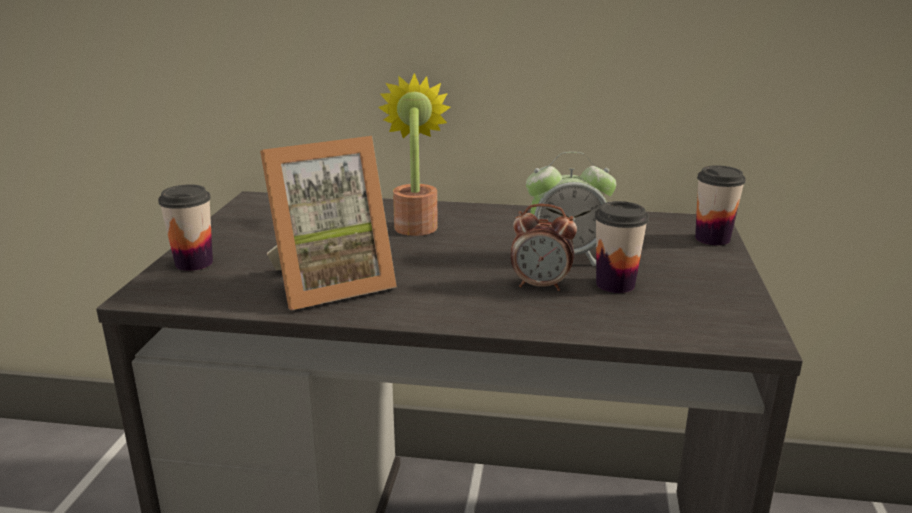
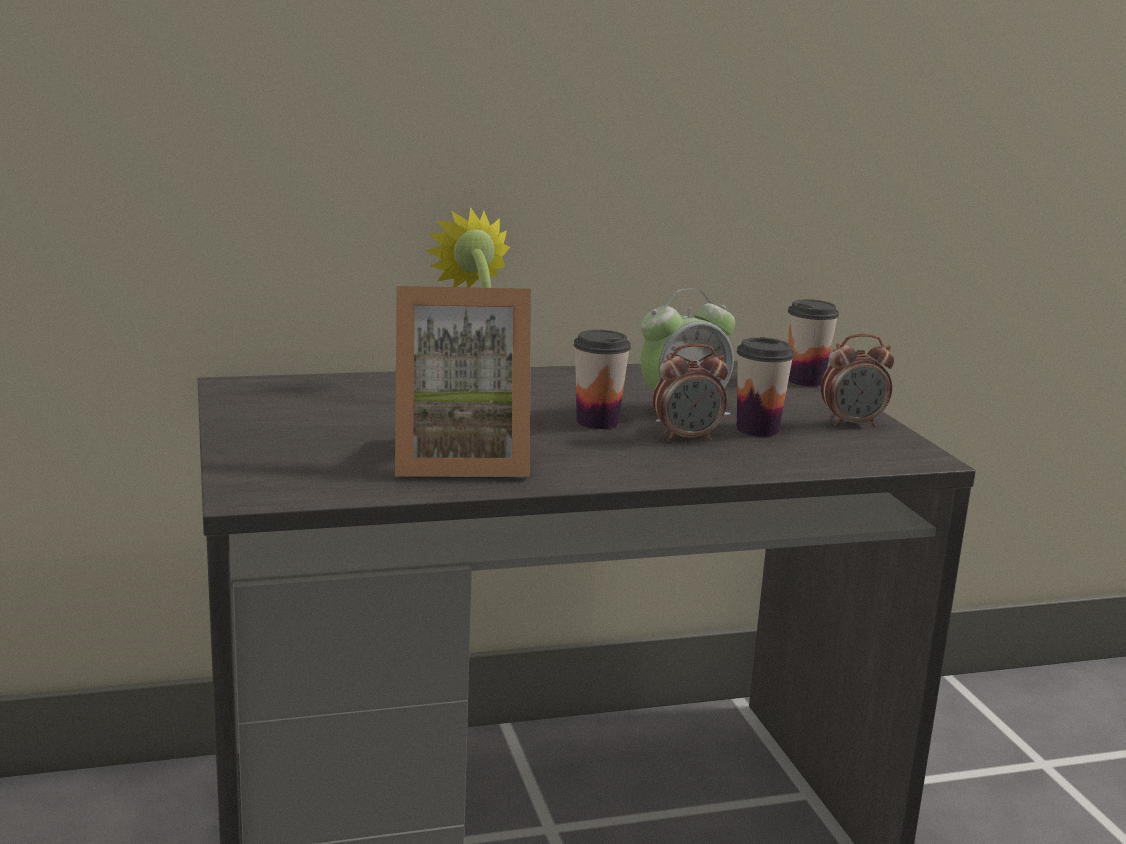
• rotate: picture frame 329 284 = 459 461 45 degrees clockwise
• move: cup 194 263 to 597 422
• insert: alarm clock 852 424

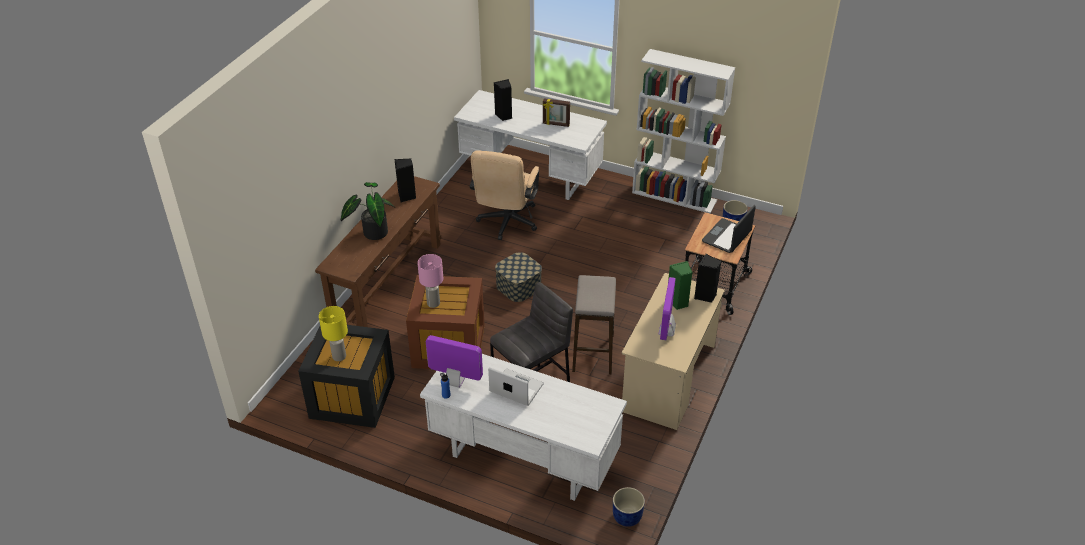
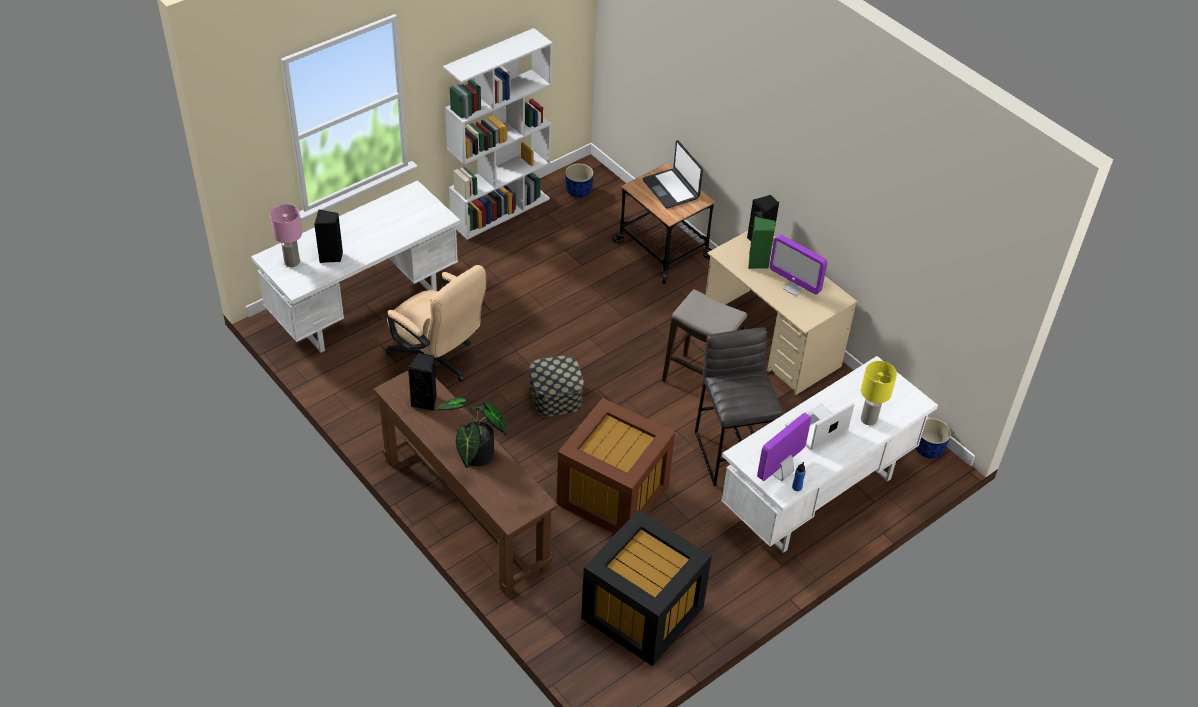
• move: pink table lamp 433 303 to 292 262
• move: yellow table lamp 339 356 to 868 419
• delete: picture frame 556 124

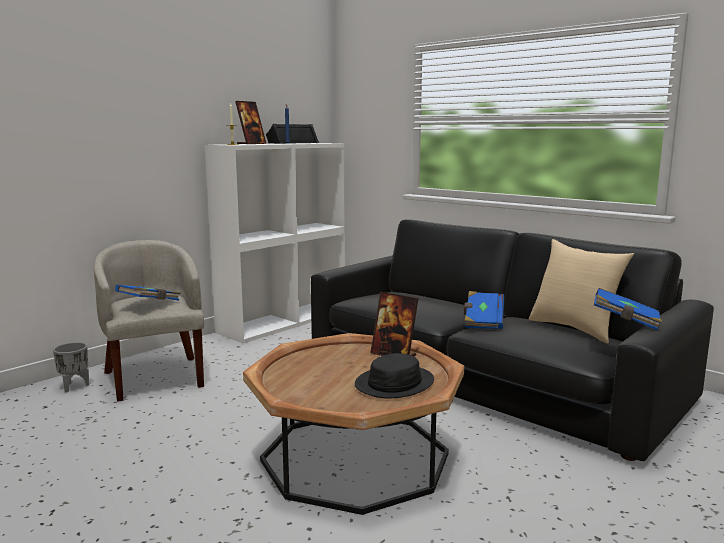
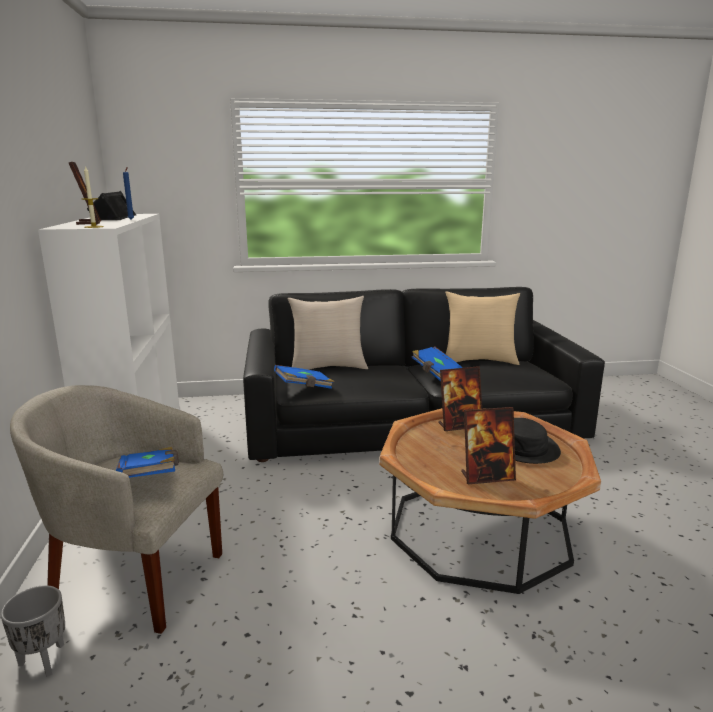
• move: blue book 625 321 to 304 387
• insert: beige pillow 328 367
• insert: picture frame 487 476

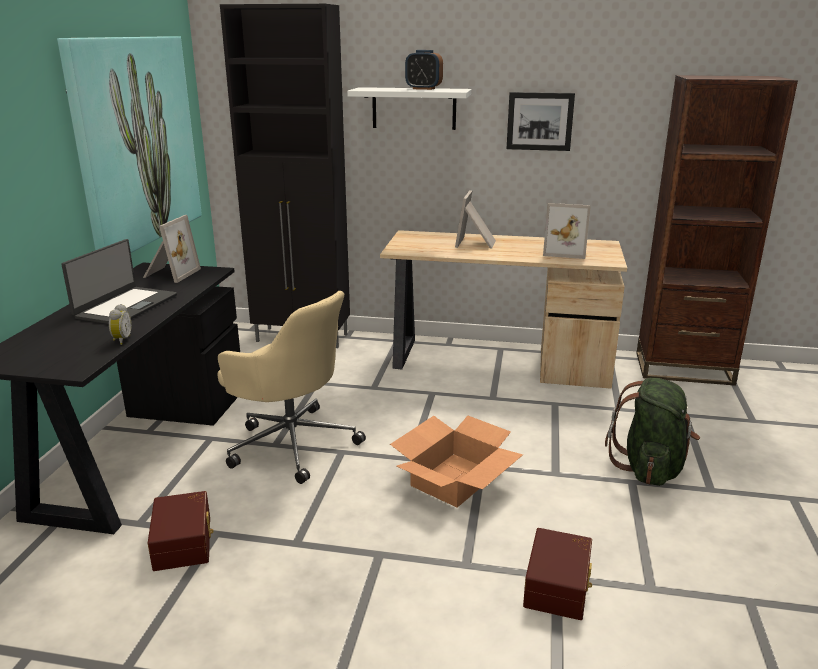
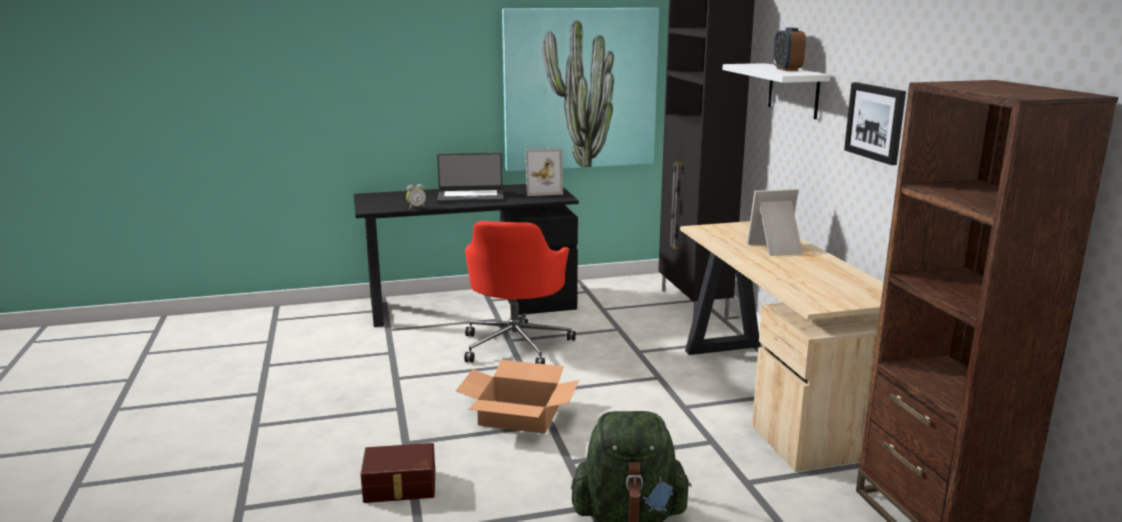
• recolor: beige office chair 292 443 to red office chair 516 345
• delete: brown storage box 184 542
• delete: picture frame 565 252

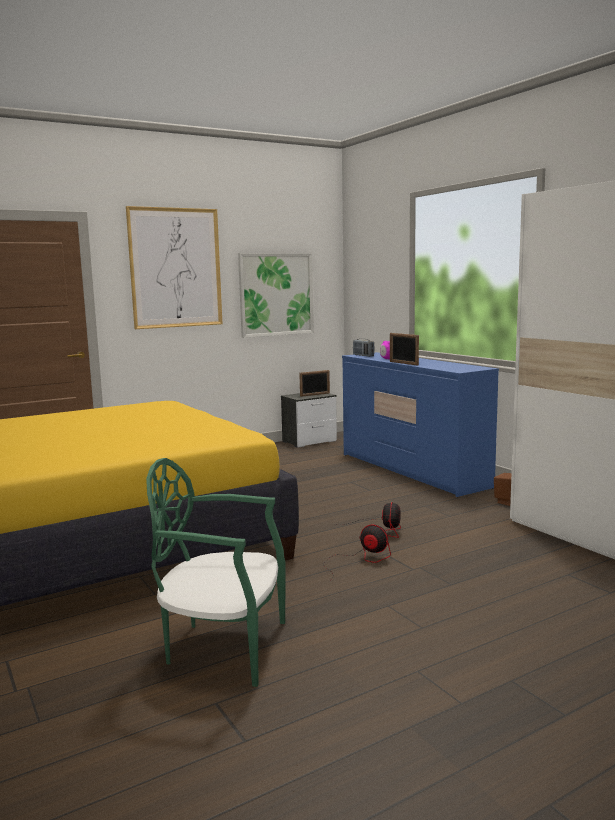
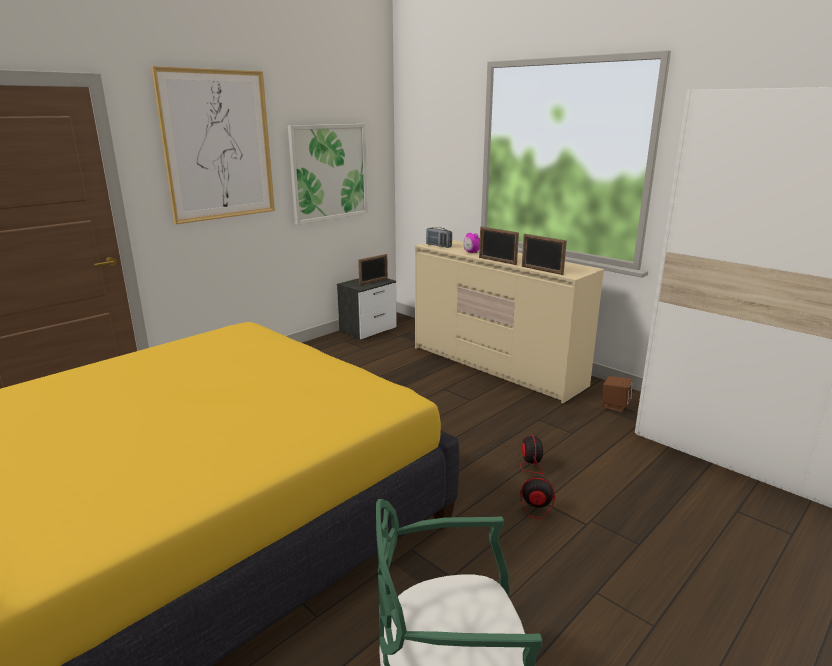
• recolor: blue dresser 412 470 to beige dresser 496 366
• insert: picture frame 541 270

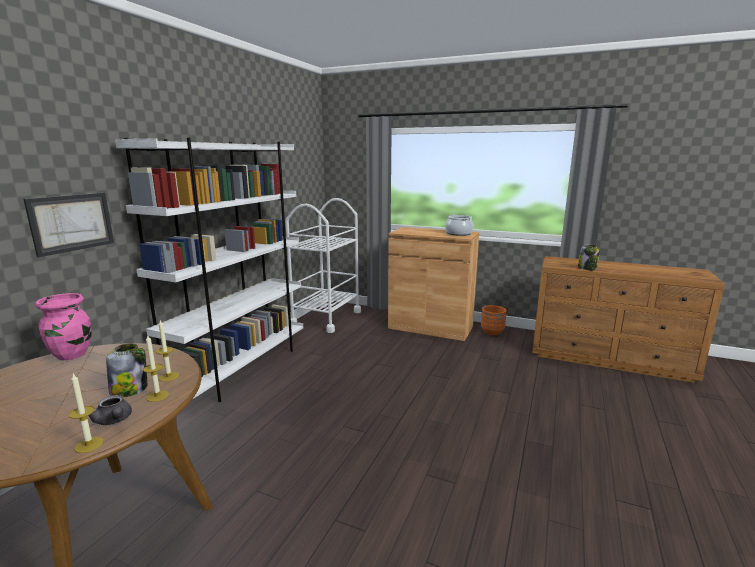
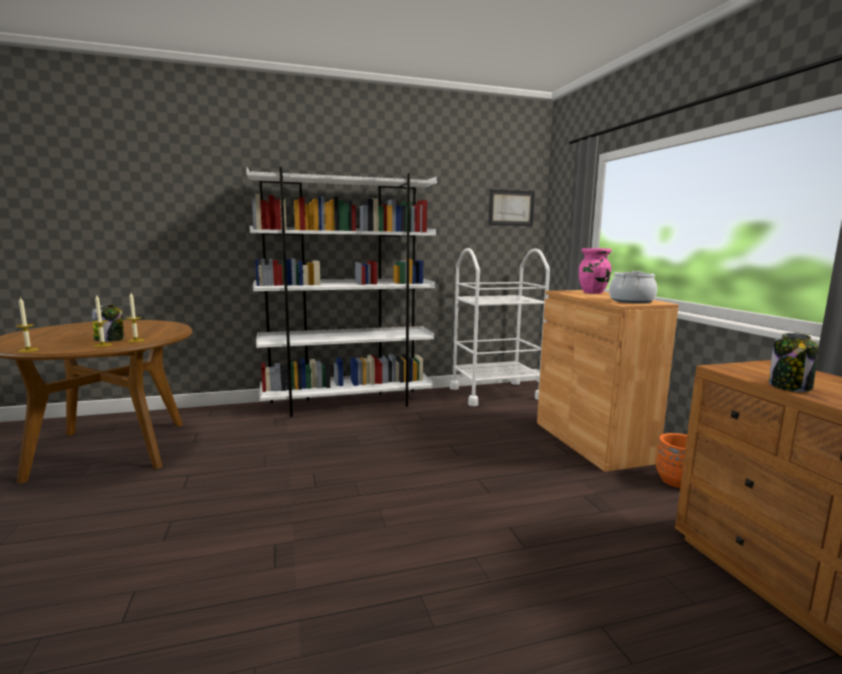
• move: picture 72 222 to 511 208
• move: pink vase 72 355 to 593 292
• delete: grey teapot 114 421

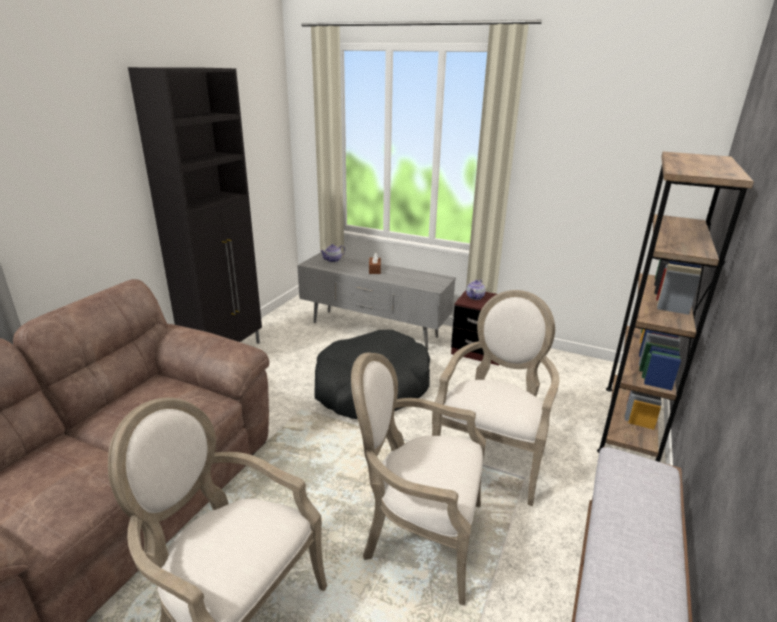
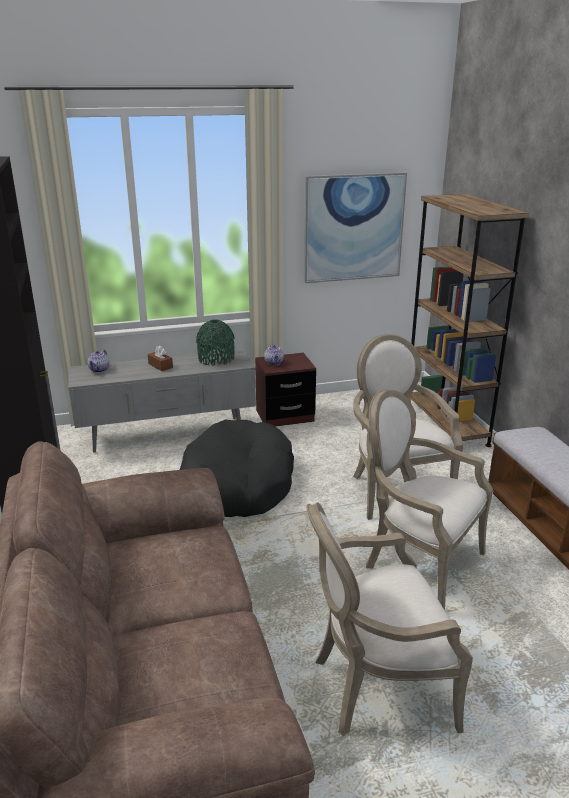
• insert: green vase 216 359
• insert: picture 353 228
• rotate: armchair 418 536 = 418 563 60 degrees clockwise

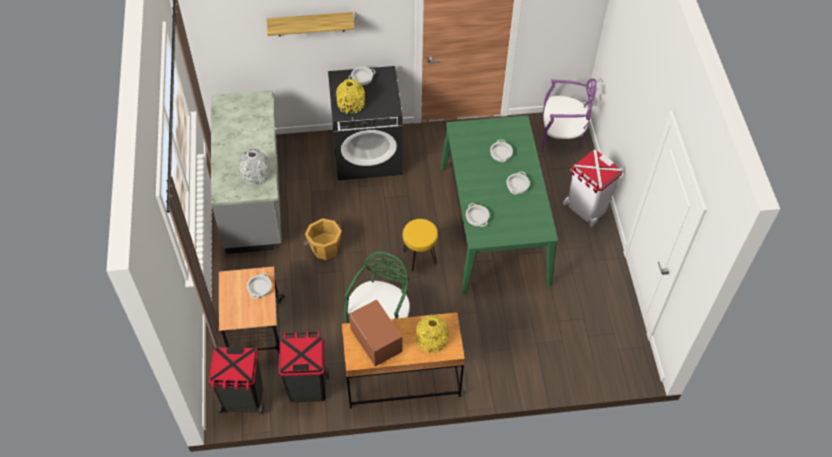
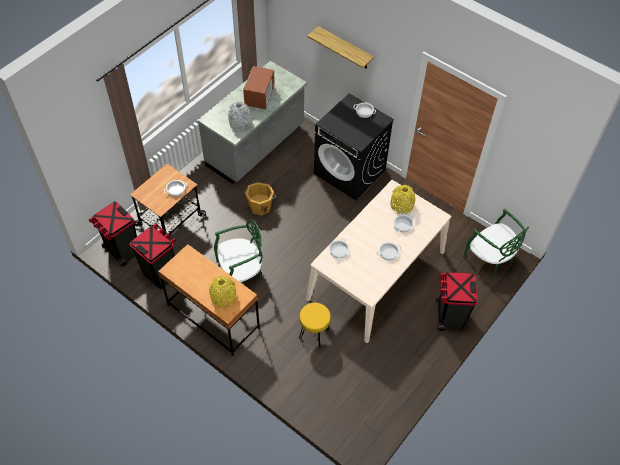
• move: microwave 376 341 to 260 97
• move: yellow stool 419 257 to 314 334
• recolor: green dining table 494 224 to beige dining table 376 275
• move: yellow vase 351 104 to 401 205
• recolor: white trash can 586 209 to black trash can 449 317
• recolor: purple chair 561 136 to green chair 490 258

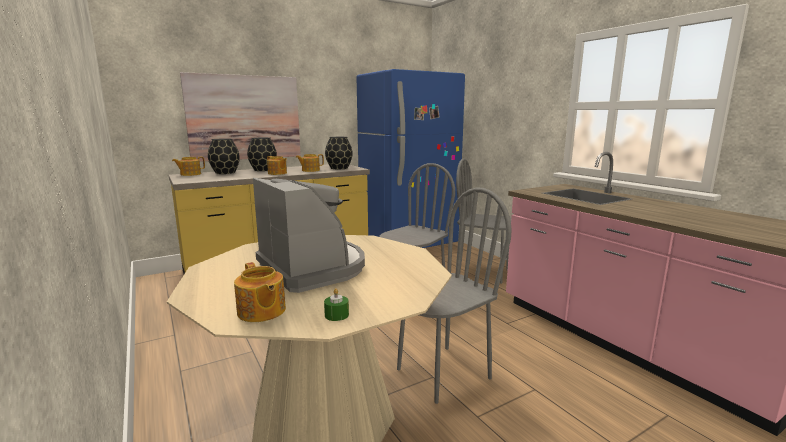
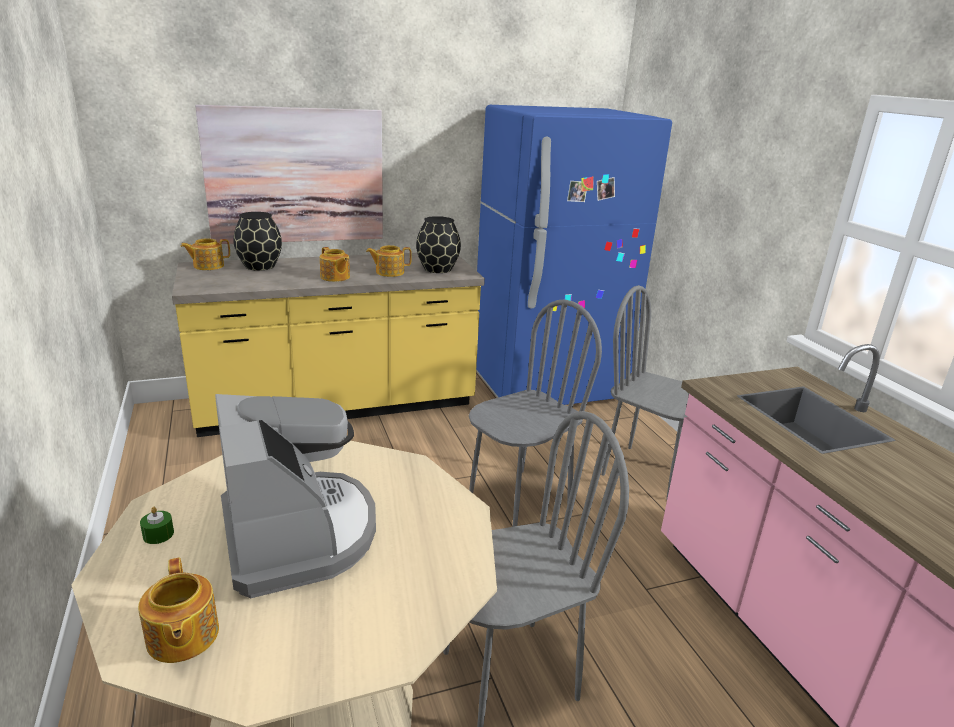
• move: green candle 336 315 to 158 534
• delete: black vase 263 170

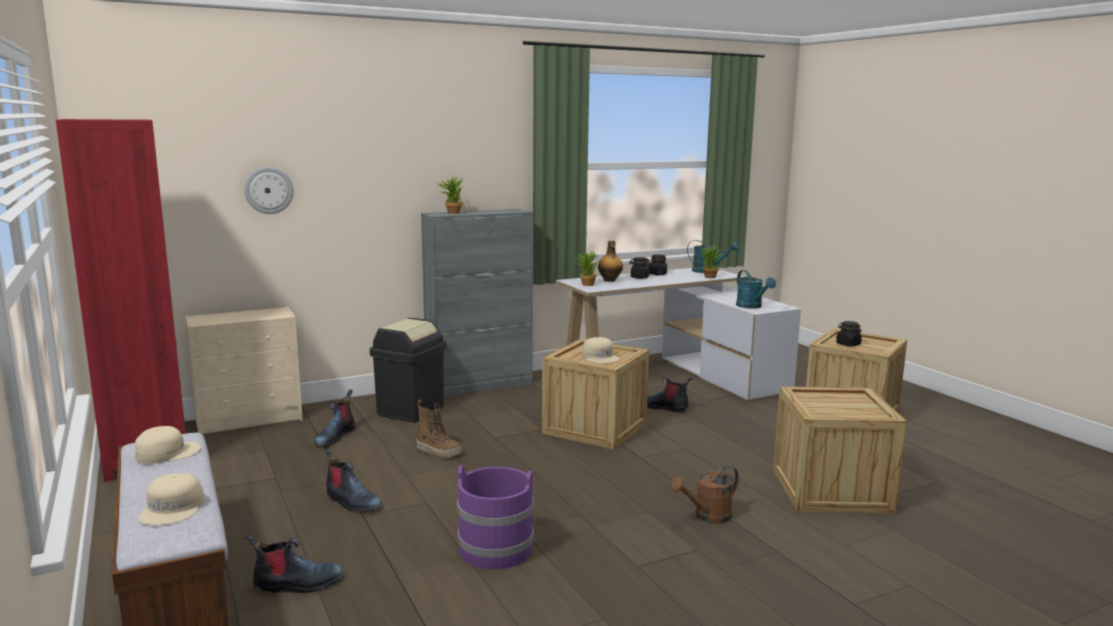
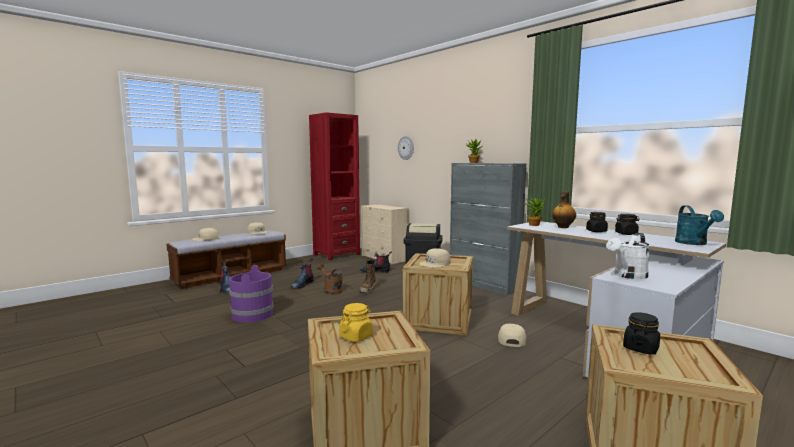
• move: brown watering can 707 516 to 331 290
• insert: yellow jar 356 336
• replace: boot 664 408 to beige cap 511 339
• recolor: turquoise watering can 752 306 to white watering can 628 276
• delete: potted plant 709 277

